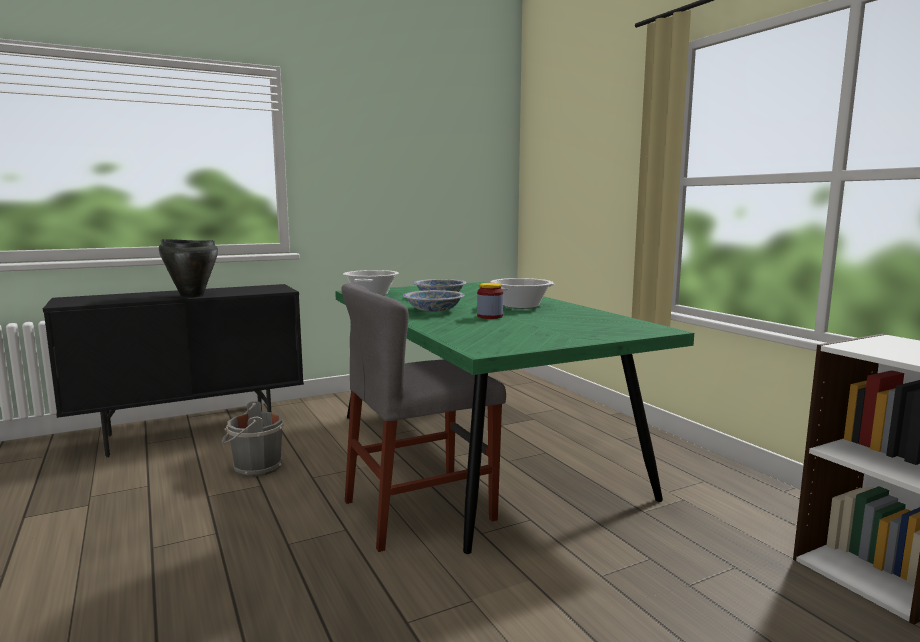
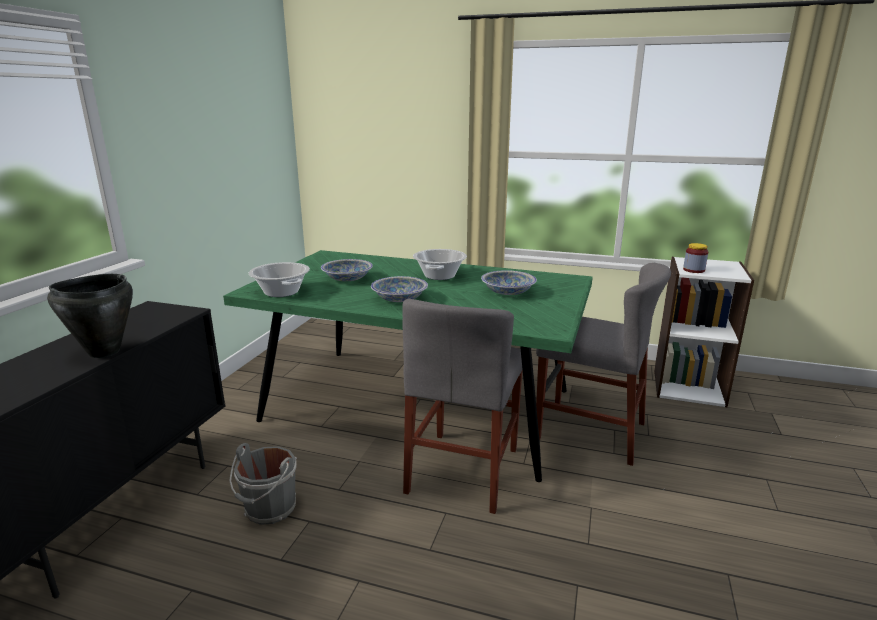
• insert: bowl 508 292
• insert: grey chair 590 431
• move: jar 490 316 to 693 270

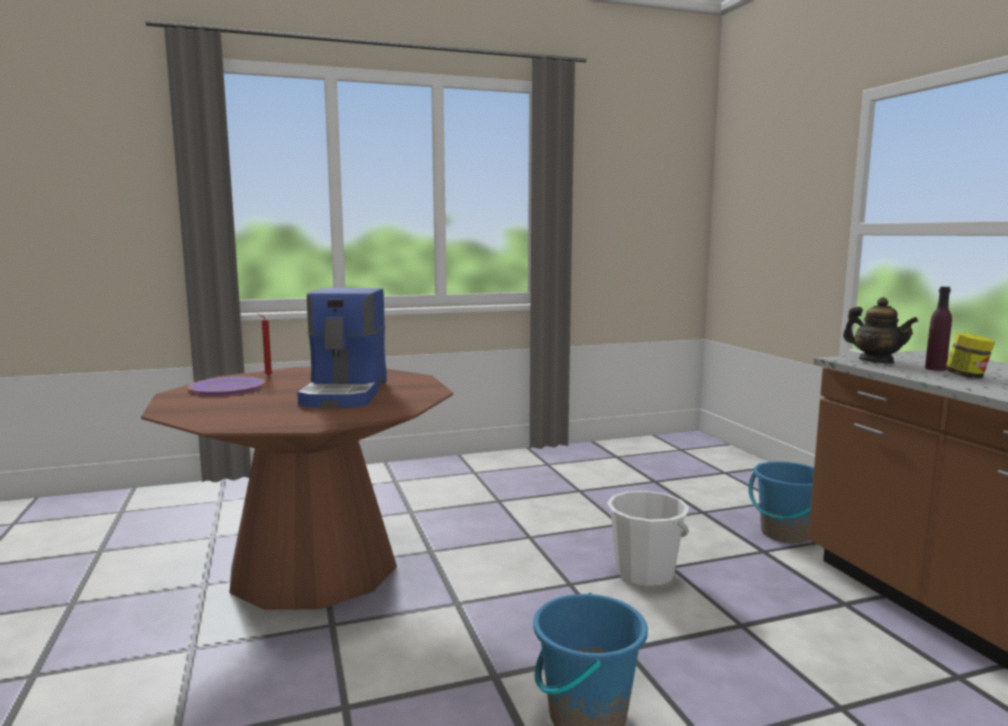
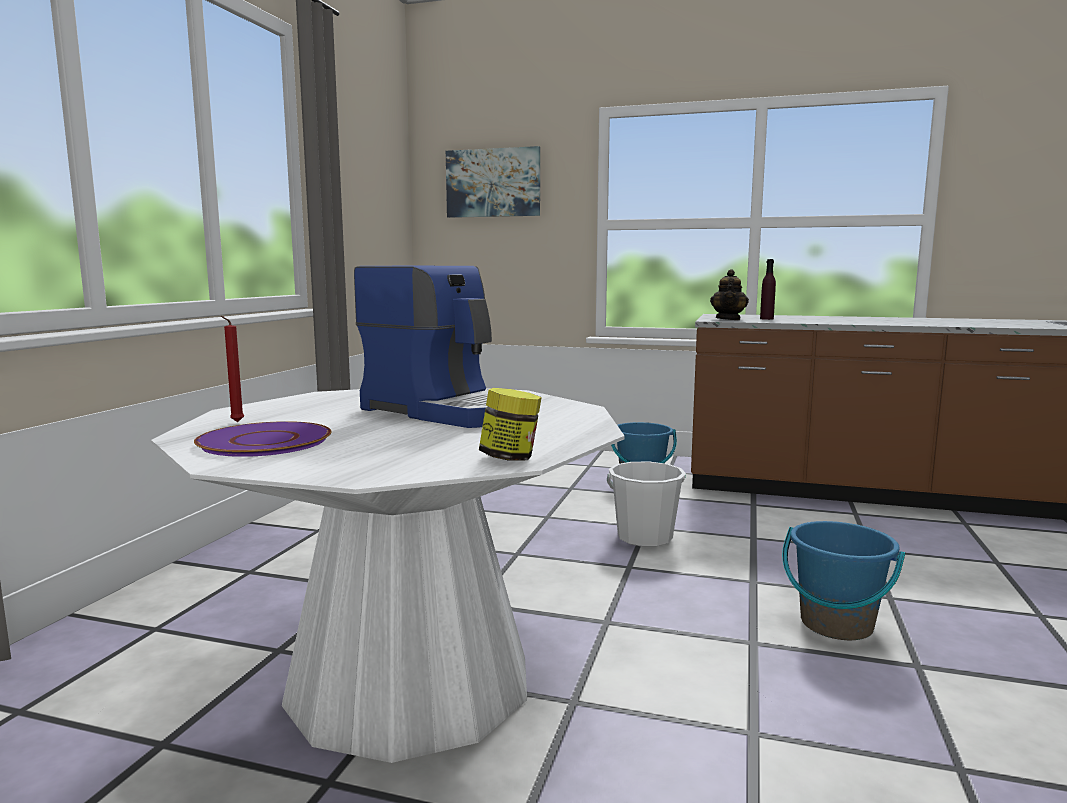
• recolor: brown dining table 314 567 to white dining table 409 681
• insert: picture 493 183
• move: jar 966 376 to 510 458
• rotate: teapot 876 361 = 728 319 105 degrees clockwise

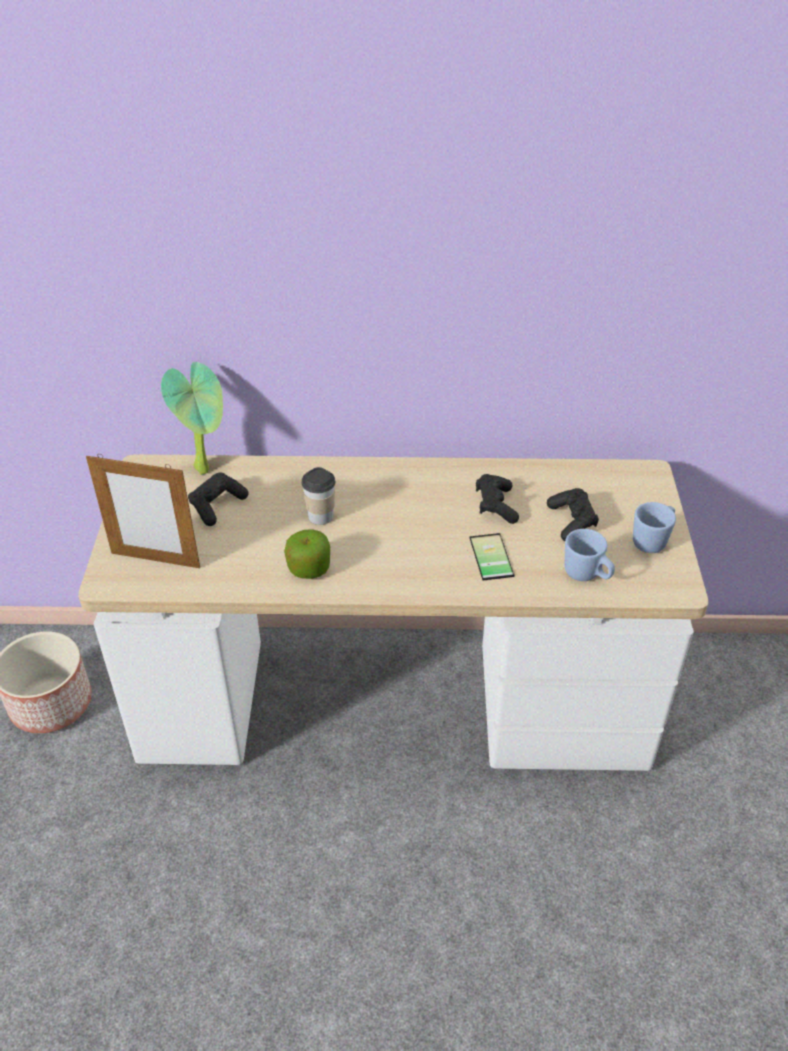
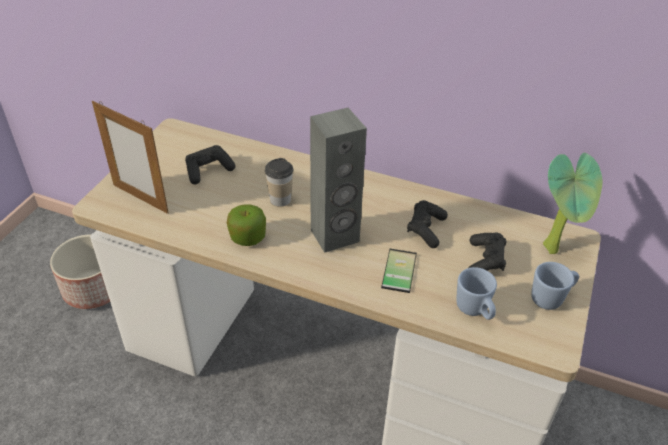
• insert: grey speaker 335 236
• move: potted plant 206 468 to 554 249

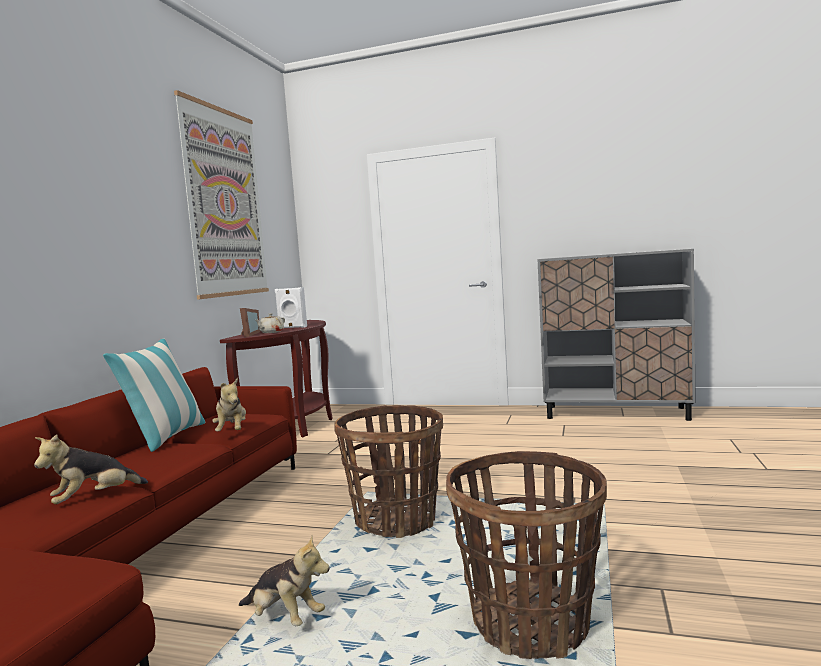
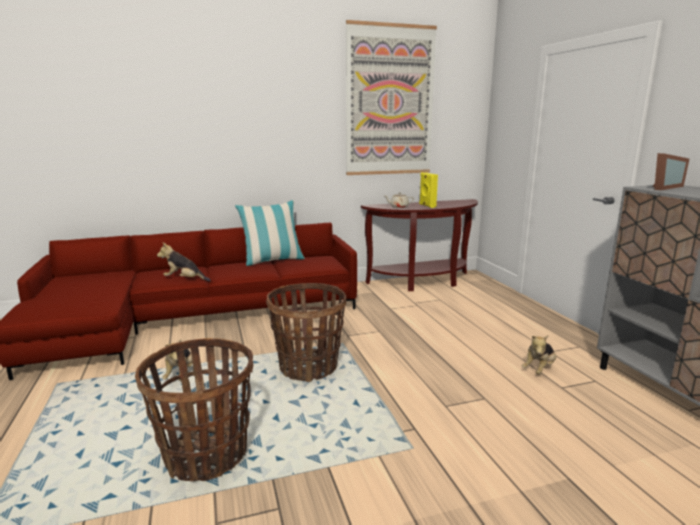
• recolor: white speaker 292 327 to yellow speaker 427 205
• move: plush toy 232 431 to 539 369
• move: picture frame 247 334 to 662 187

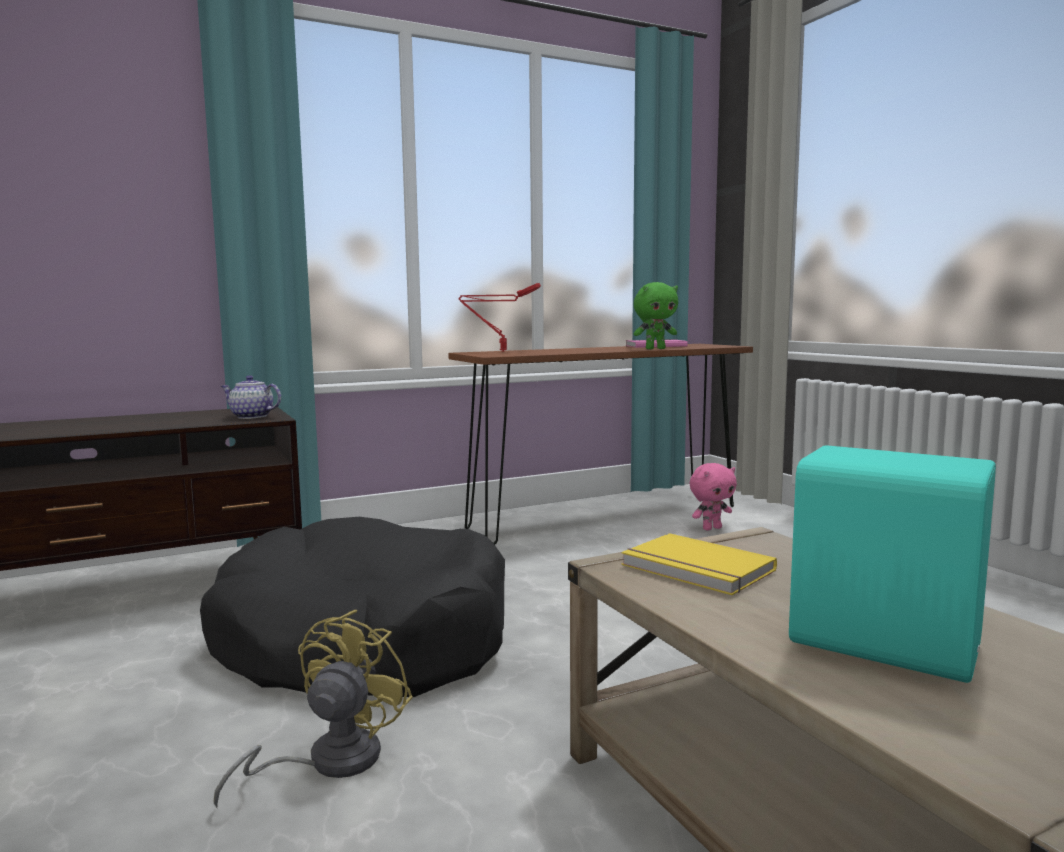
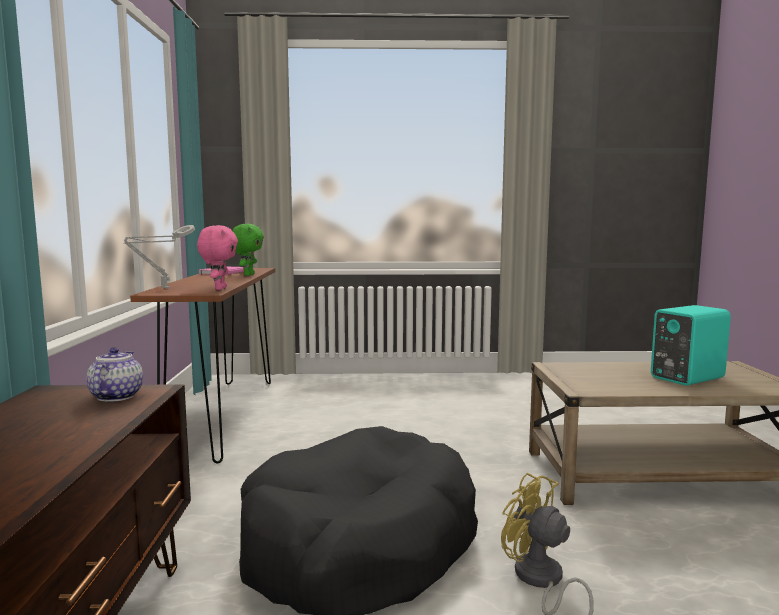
• rotate: teapot 251 416 = 116 396 135 degrees clockwise
• recolor: red table lamp 500 351 to grey table lamp 163 288
• move: pink plush toy 711 528 to 219 288
• delete: yellow book 696 569

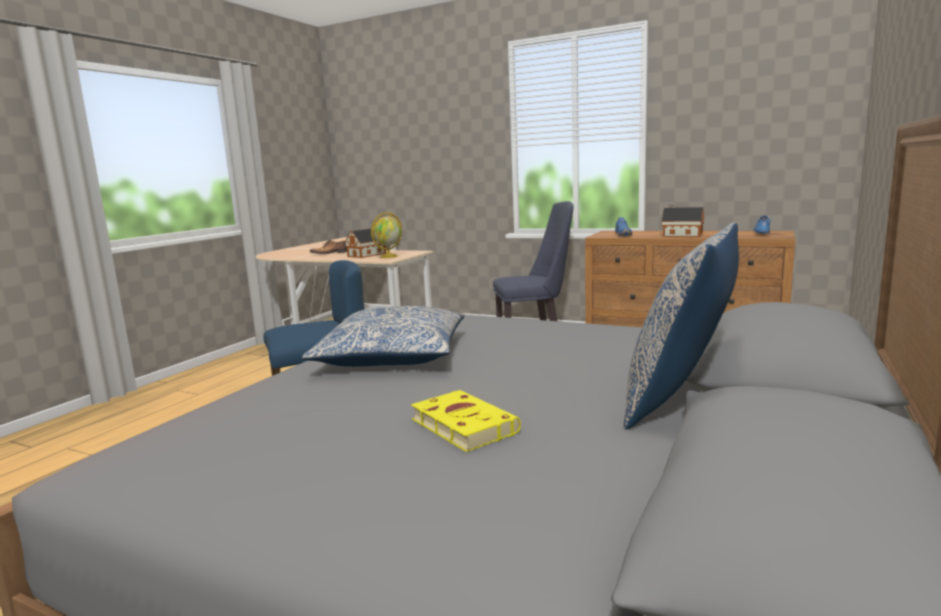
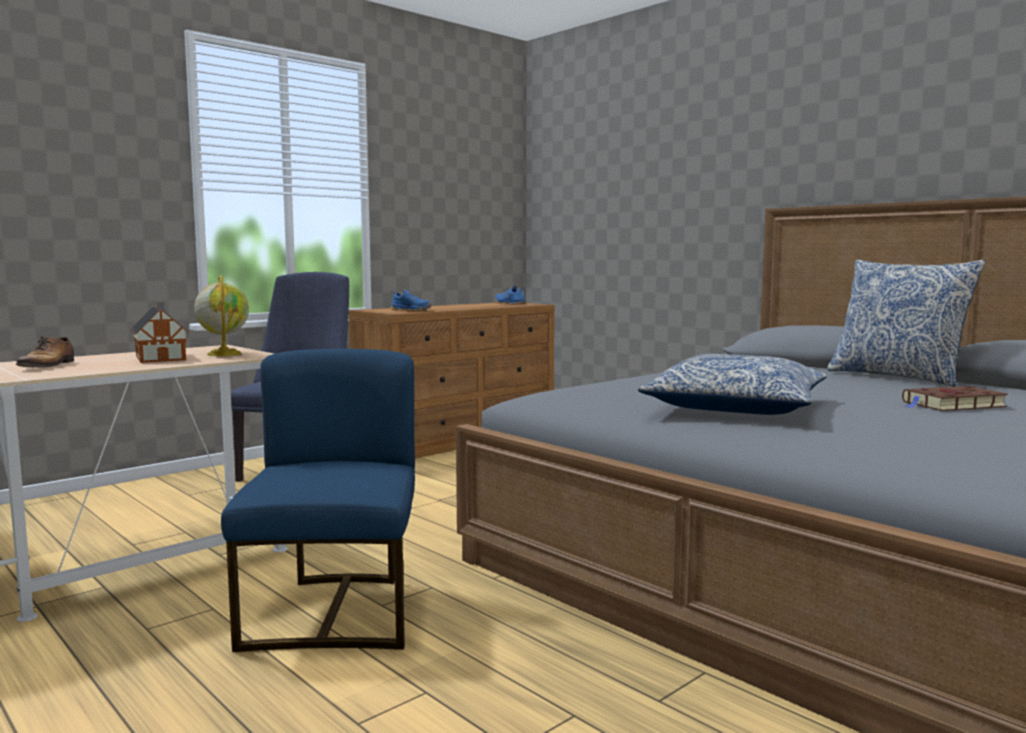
• recolor: yellow book 461 425 to brown book 951 405
• delete: toy house 681 235

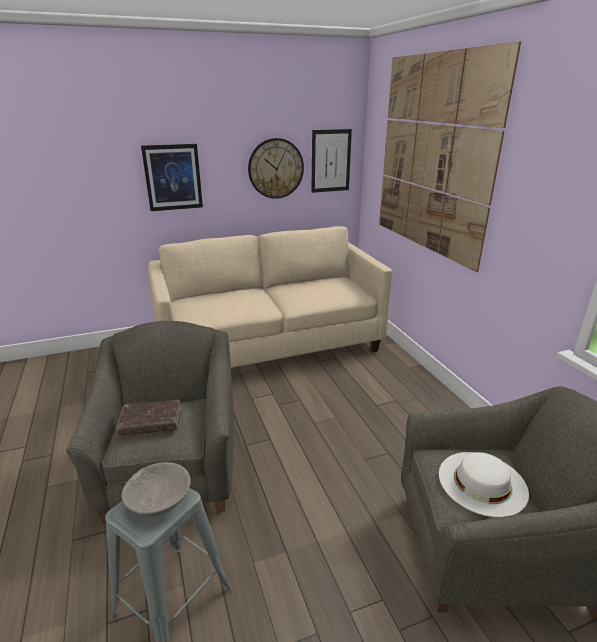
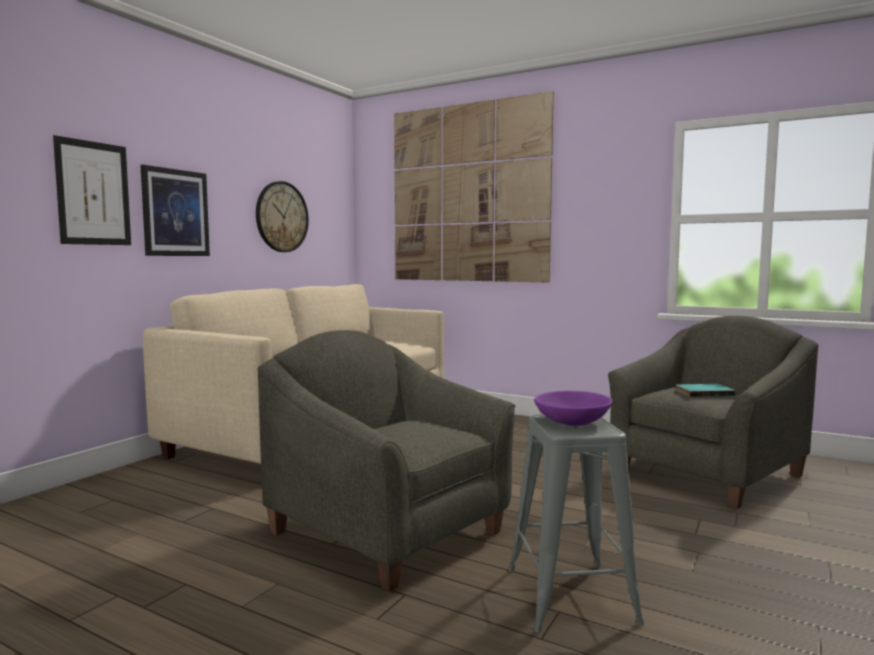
• move: picture 331 161 to 93 193
• recolor: grey bowl 159 500 to purple bowl 572 421
• replace: white hat 482 482 to turquoise book 703 392
• delete: brown book 151 423

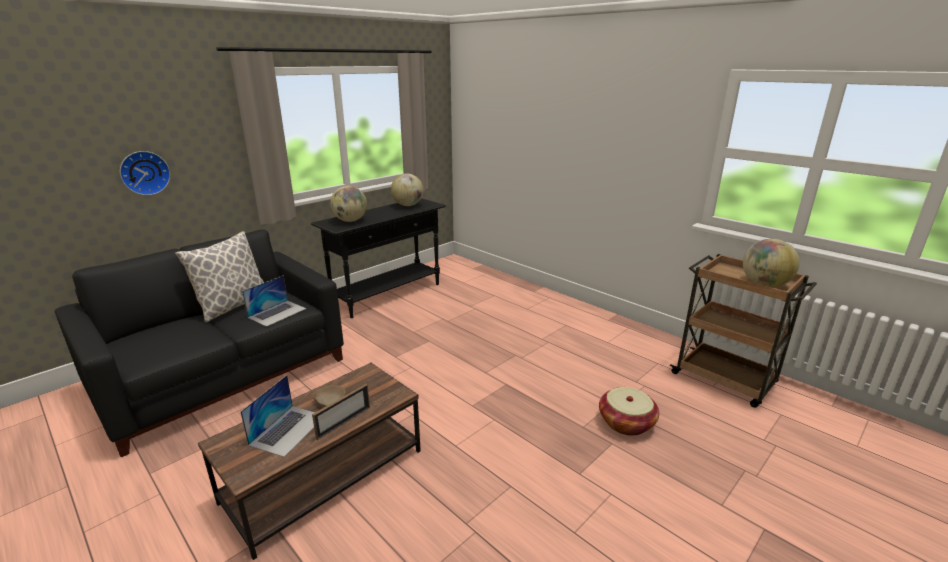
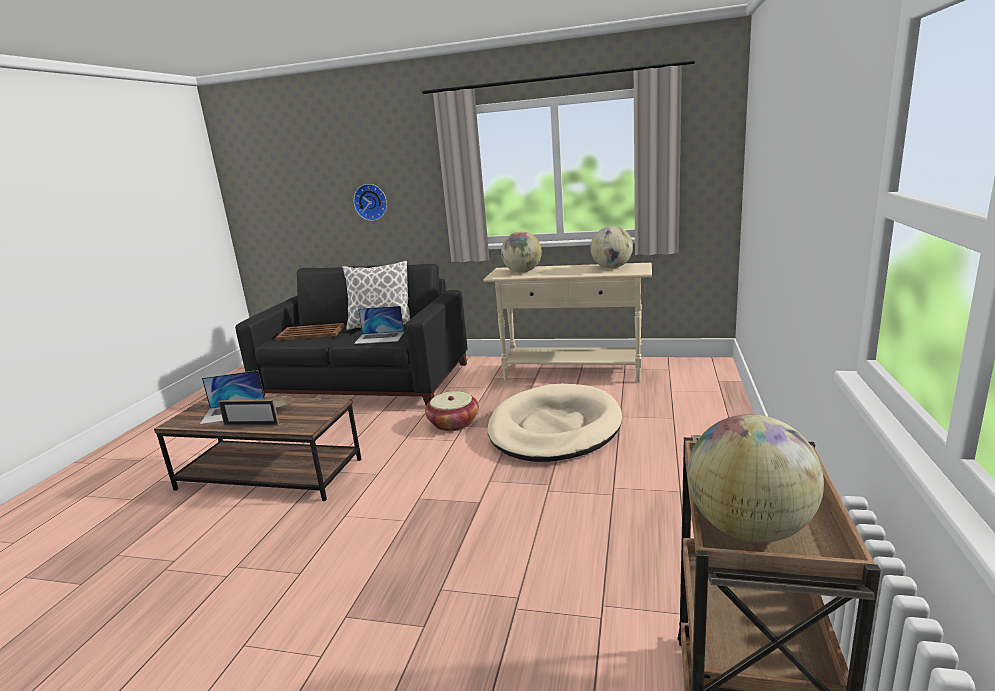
• insert: brown tray 311 333
• move: basket 626 423 to 453 423
• recolor: black console table 388 295 to beige console table 573 373
• insert: beige dog bed 554 428

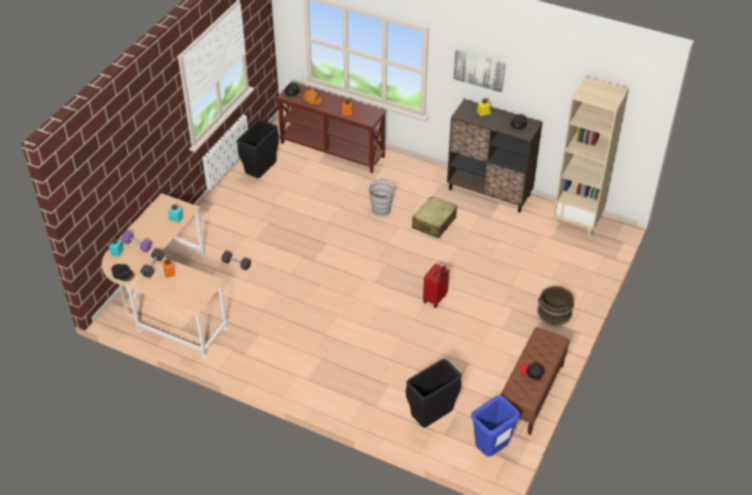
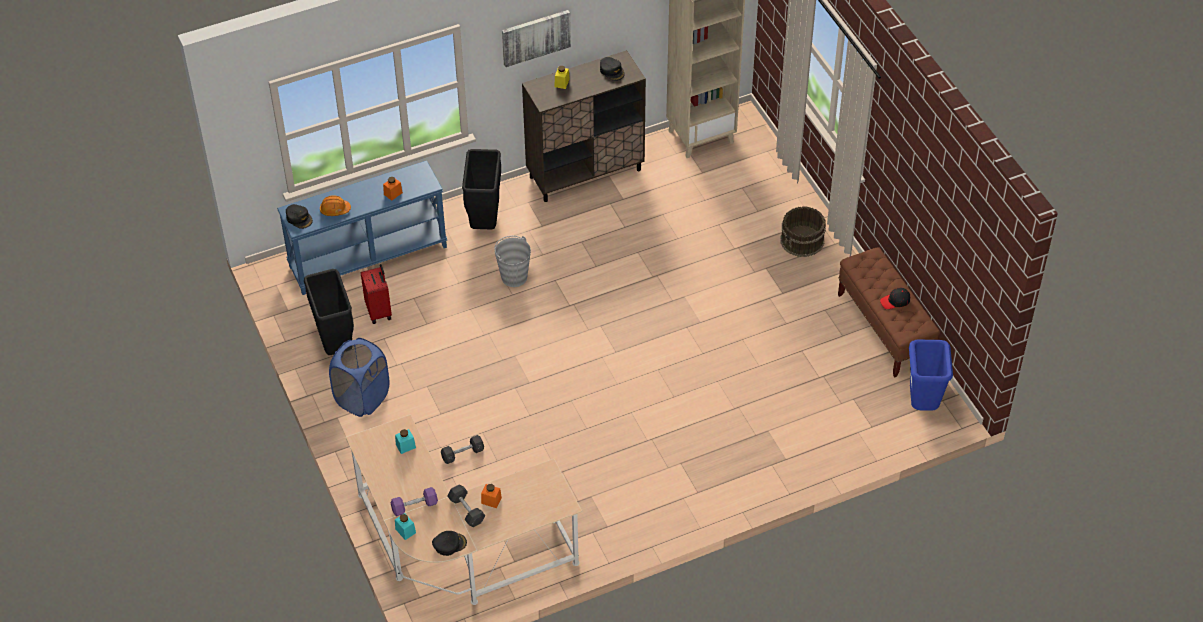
• recolor: brown console table 333 149 to blue console table 368 256
• insert: blue laundry basket 362 398
• move: red suitcase 435 299 to 379 311
• move: black trash can 432 419 to 485 221
• delete: beige suitcase 433 223

